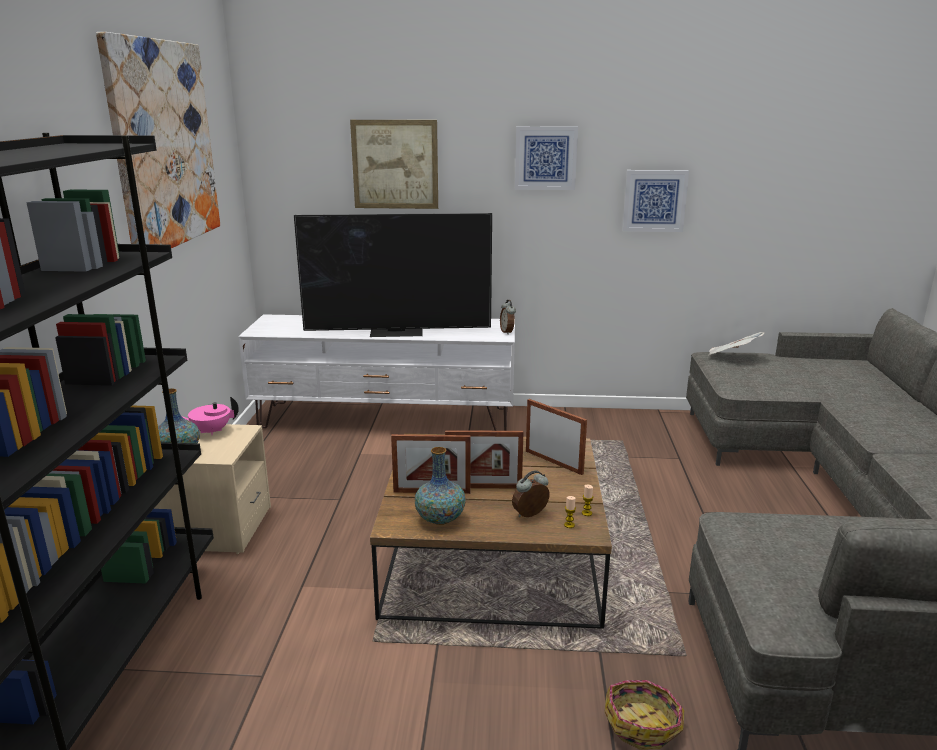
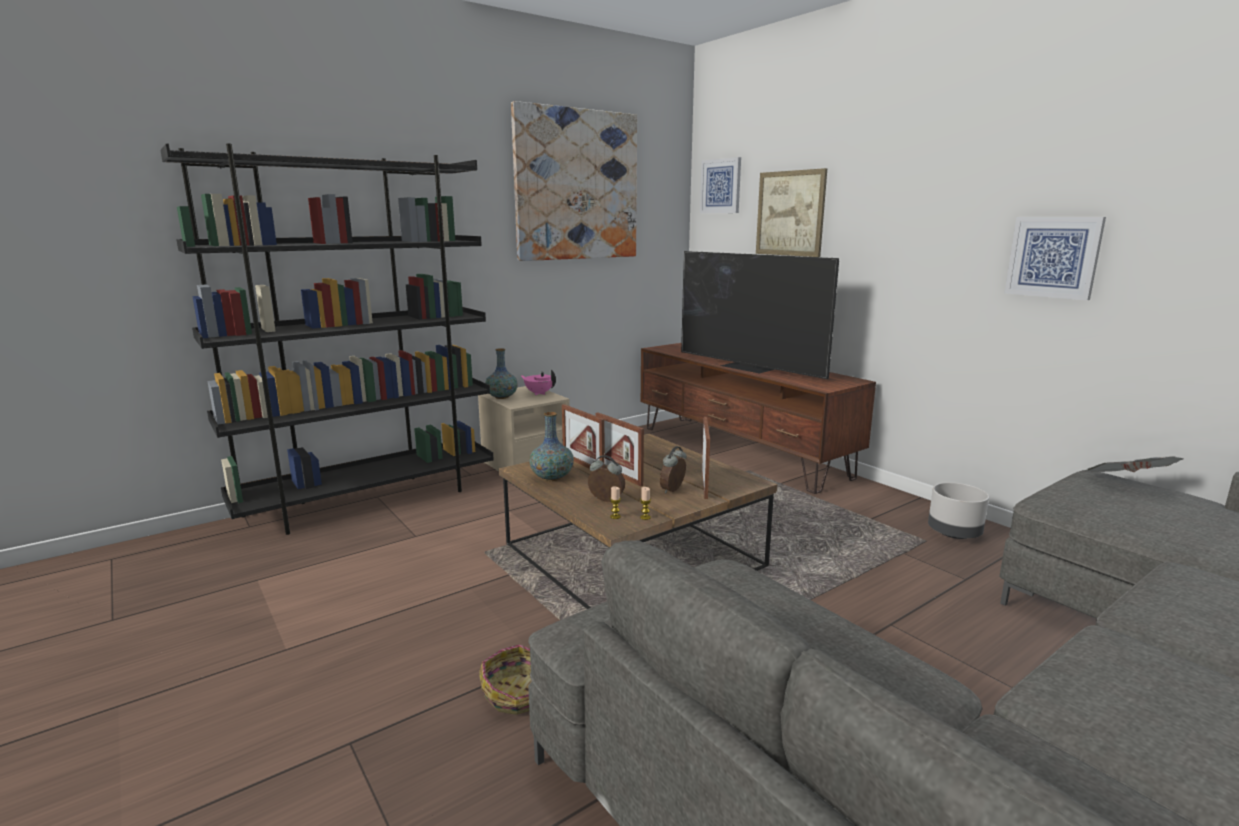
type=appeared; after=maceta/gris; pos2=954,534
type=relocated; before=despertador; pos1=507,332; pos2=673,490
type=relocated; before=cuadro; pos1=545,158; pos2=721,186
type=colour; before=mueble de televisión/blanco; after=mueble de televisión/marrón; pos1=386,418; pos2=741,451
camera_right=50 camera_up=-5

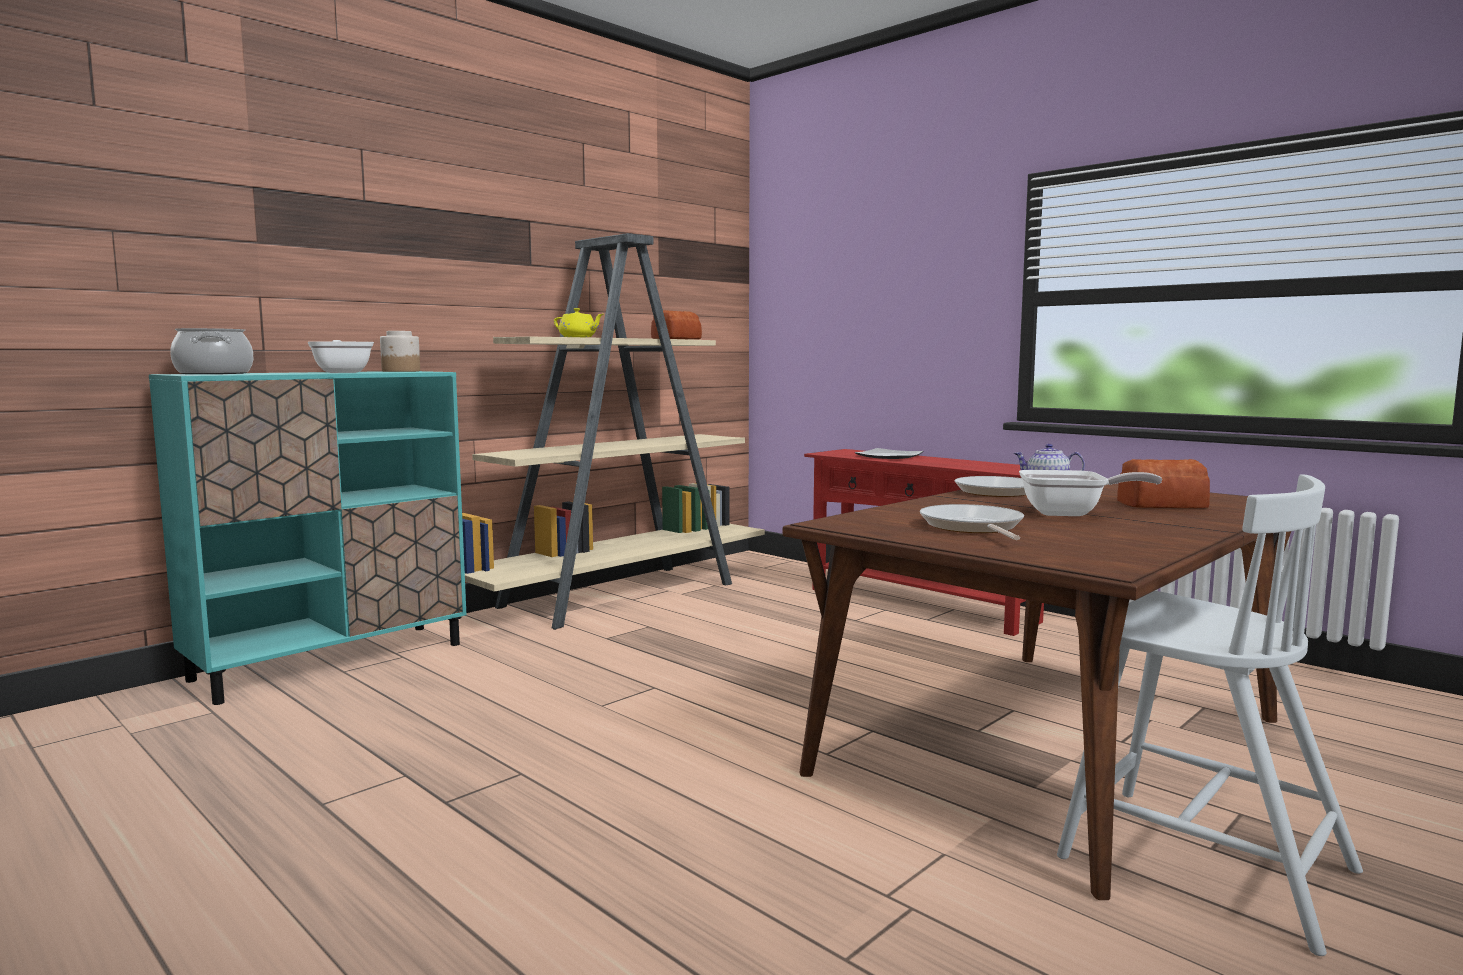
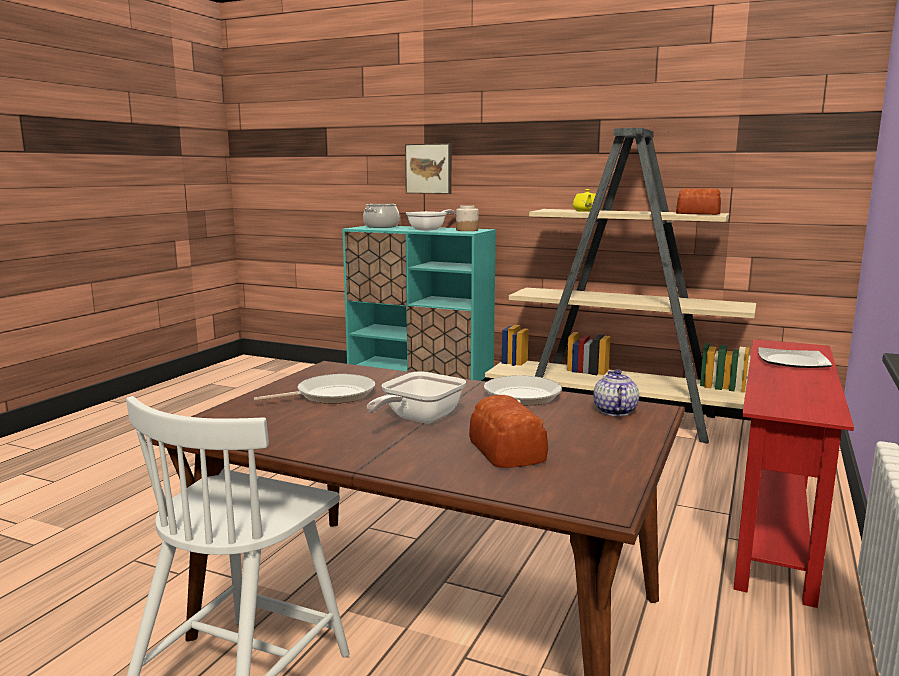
type=appeared; after=cuadro; pos2=429,168
type=spun; before=sartén; pos1=1071,513; pos2=418,419; turn=45
camera_right=70 camera_up=5

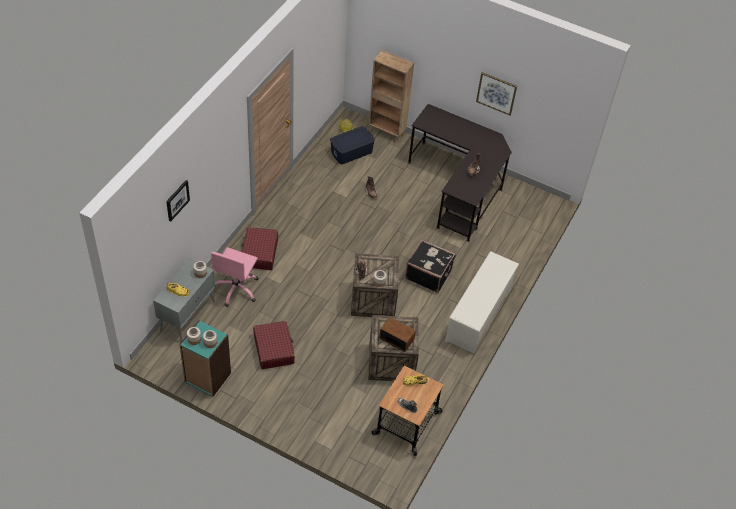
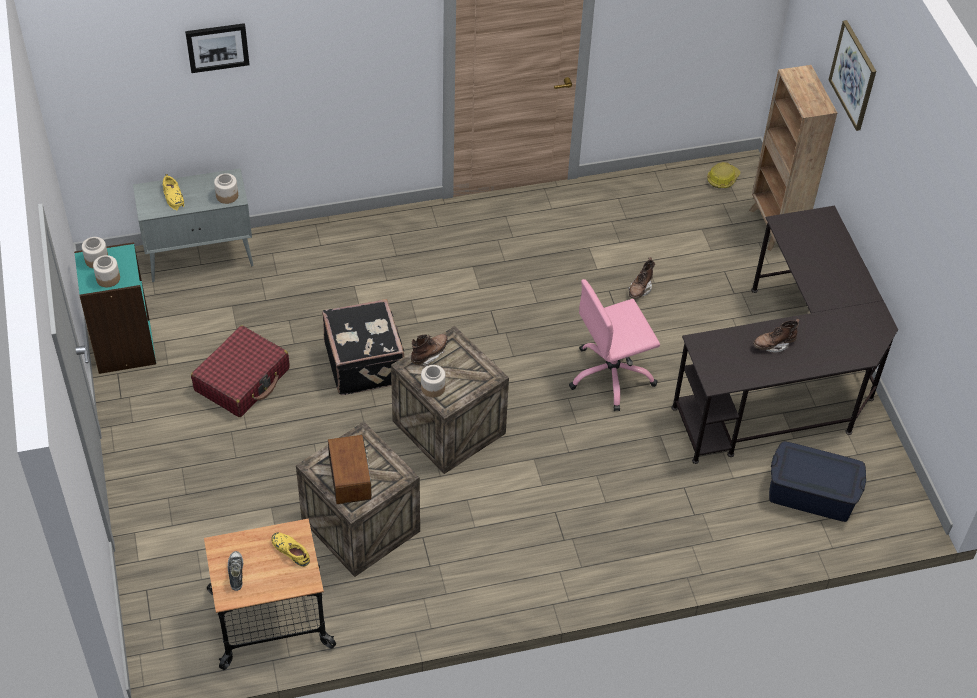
type=missing; before=maleta/rojo; pos1=259,253
type=missing; before=zapatero/blanco; pos1=478,316
type=relocated; before=silla de oficina/rosa; pos1=236,289; pos2=611,376
type=relocated; before=caja de almacenaje/azul; pos1=351,152; pos2=811,494
type=relocated; before=maleta/negro; pos1=428,274; pos2=365,362
type=relocated; before=cuadro; pos1=496,93; pos2=853,75
camera_right=50 camera_up=0

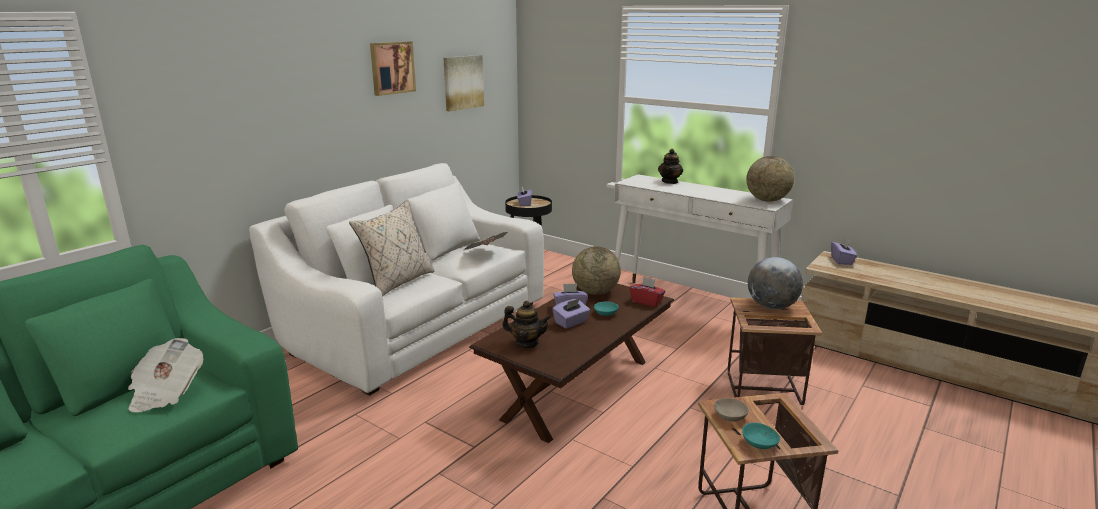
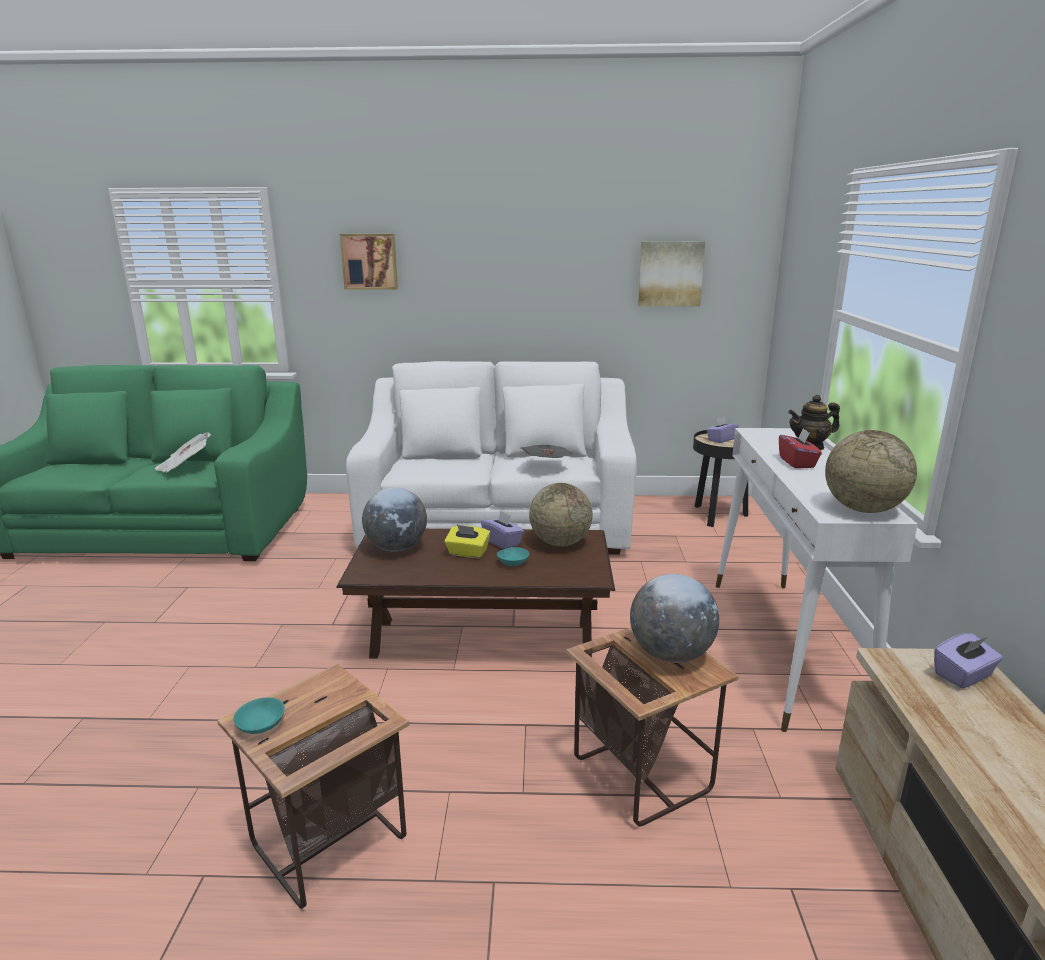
type=missing; before=cojín/beis; pos1=397,282
type=missing; before=cuenco/beis; pos1=731,417
type=relocated; before=cuadro; pos1=391,68; pos2=369,261
type=relocated; before=caja de pañuelos/rojo; pos1=646,301; pos2=797,462
type=exchanged; before=tetera; after=globo terráqueo; pos1=527,343; pos2=397,548
type=colour; before=caja de pañuelos/morado; after=caja de pañuelos/amarillo; pos1=571,322; pos2=467,553
camera_right=55 camera_up=0

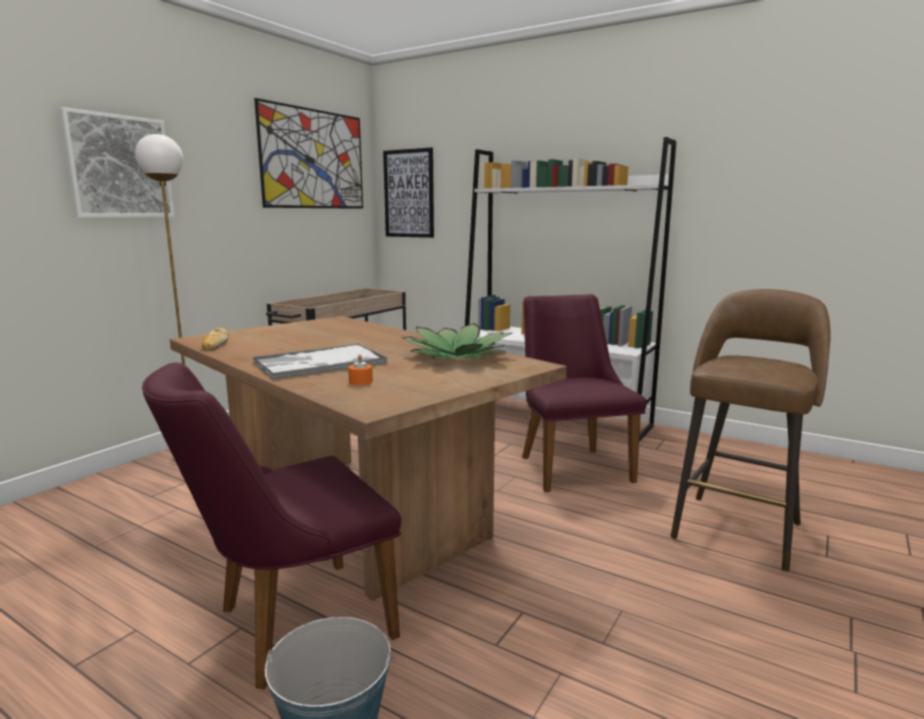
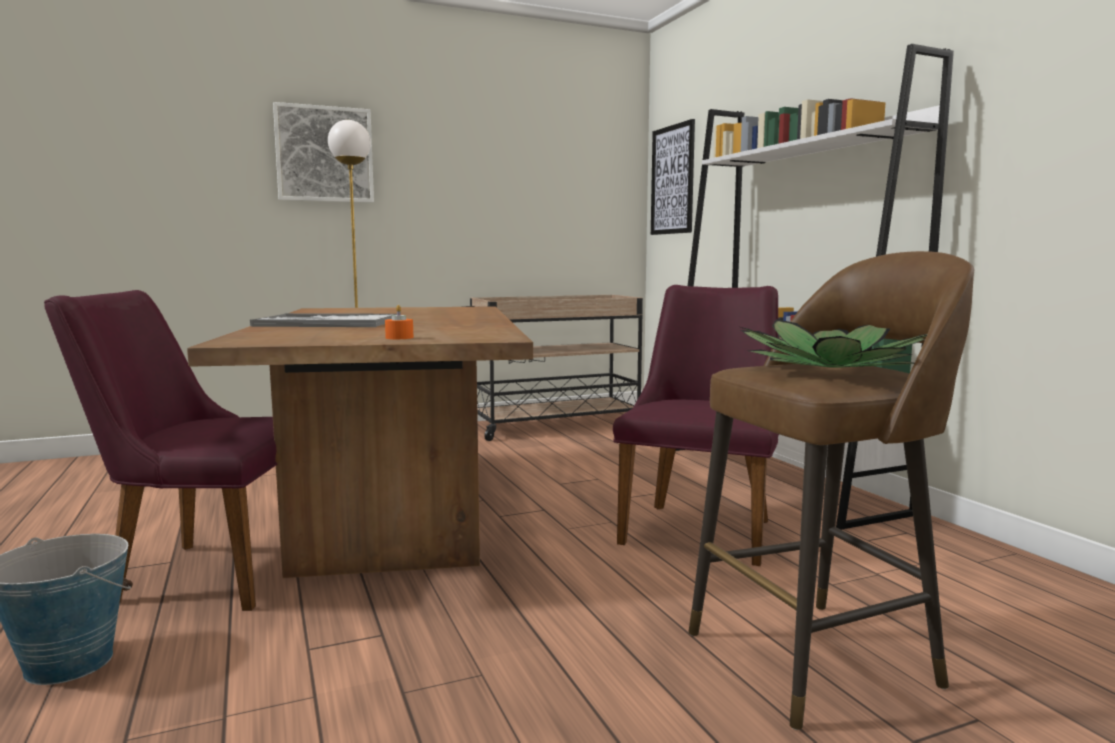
type=missing; before=pan; pos1=216,343
type=missing; before=cuadro; pos1=314,159
type=relocated; before=vela/naranja; pos1=360,381; pos2=399,337
type=relocated; before=planta en maceta; pos1=458,356; pos2=832,367
camera_right=35 camera_up=-5

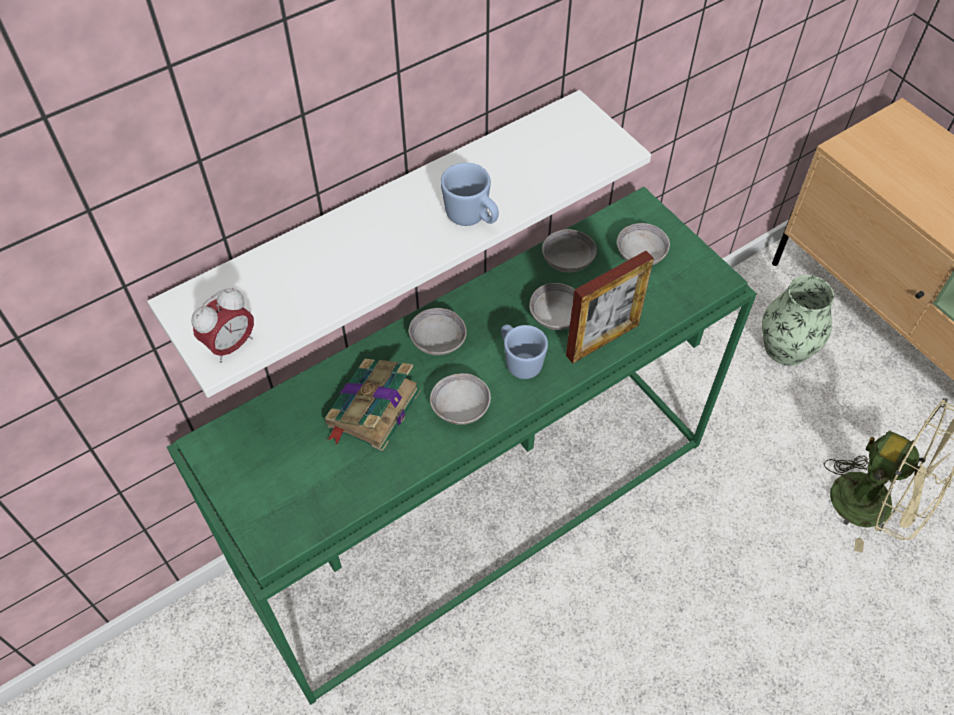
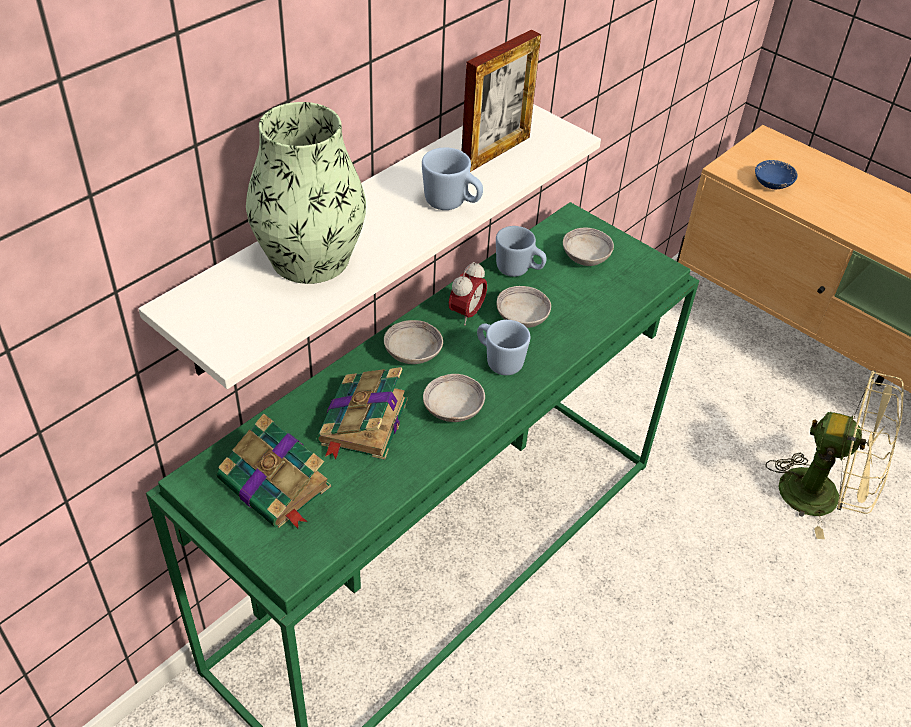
type=appeared; after=libro; pos2=276,485
type=appeared; after=cuenco/azul; pos2=772,184
type=relocated; before=despertador; pos1=231,345; pos2=466,314
type=relocated; before=portarretratos; pos1=602,340; pos2=495,152
type=relocated; before=florero; pos1=786,347; pos2=310,258
type=exchanged; before=cuenco/gris; after=taza grande/azul; pos1=567,261; pos2=518,270
camera_right=-15 camera_up=-10

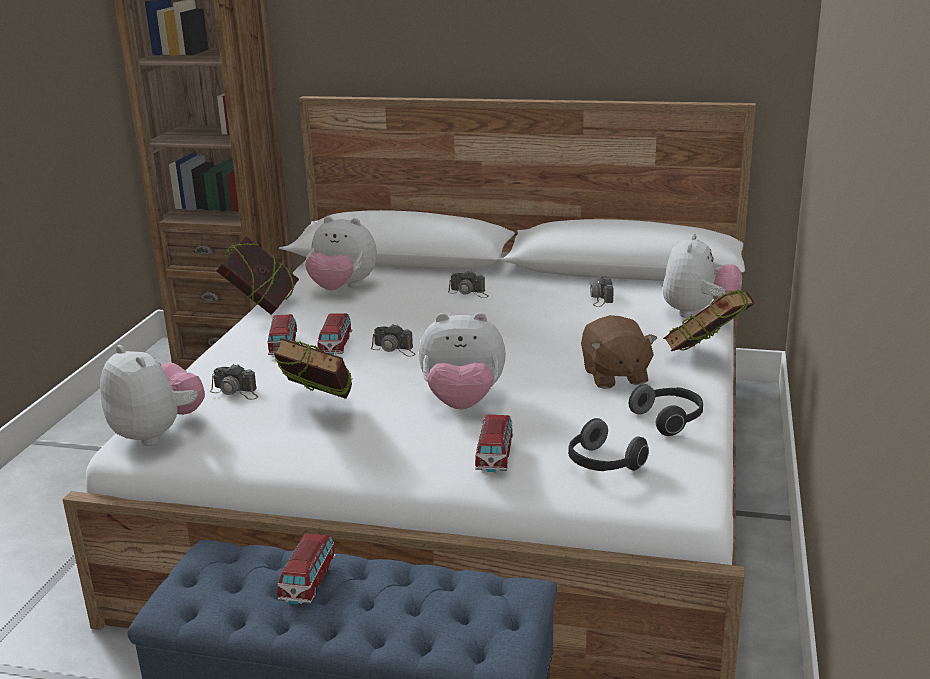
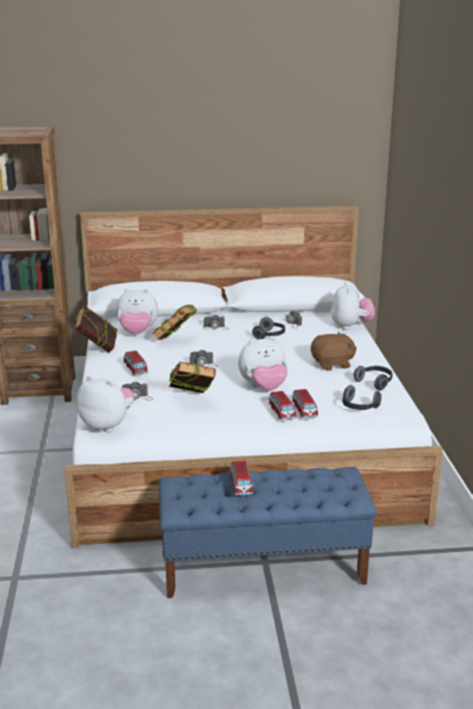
type=appeared; after=auriculares; pos2=270,336
type=relocated; before=coche de juguete; pos1=335,346; pos2=281,413
type=relocated; before=libro; pos1=706,356; pos2=175,341
type=spun; before=peluche/marrón; pos1=614,376; pos2=332,364; turn=-75
camera_right=-20 camera_up=0

